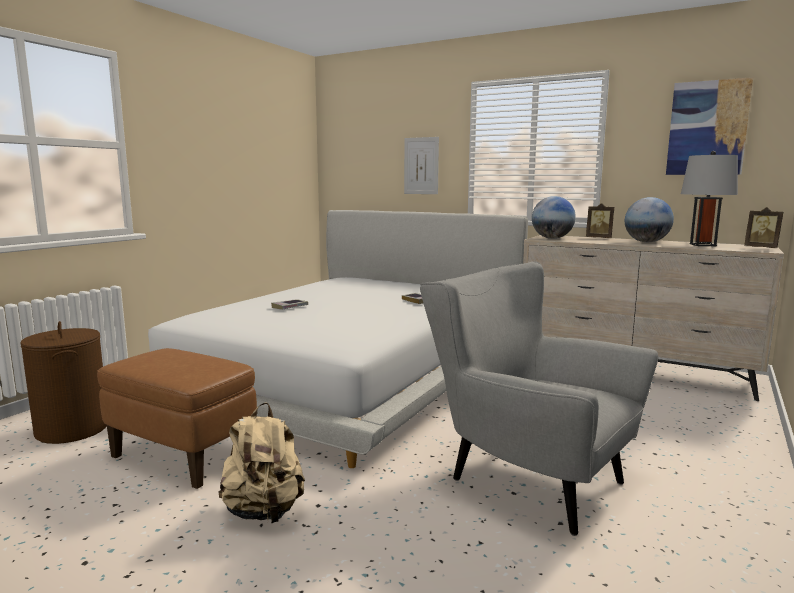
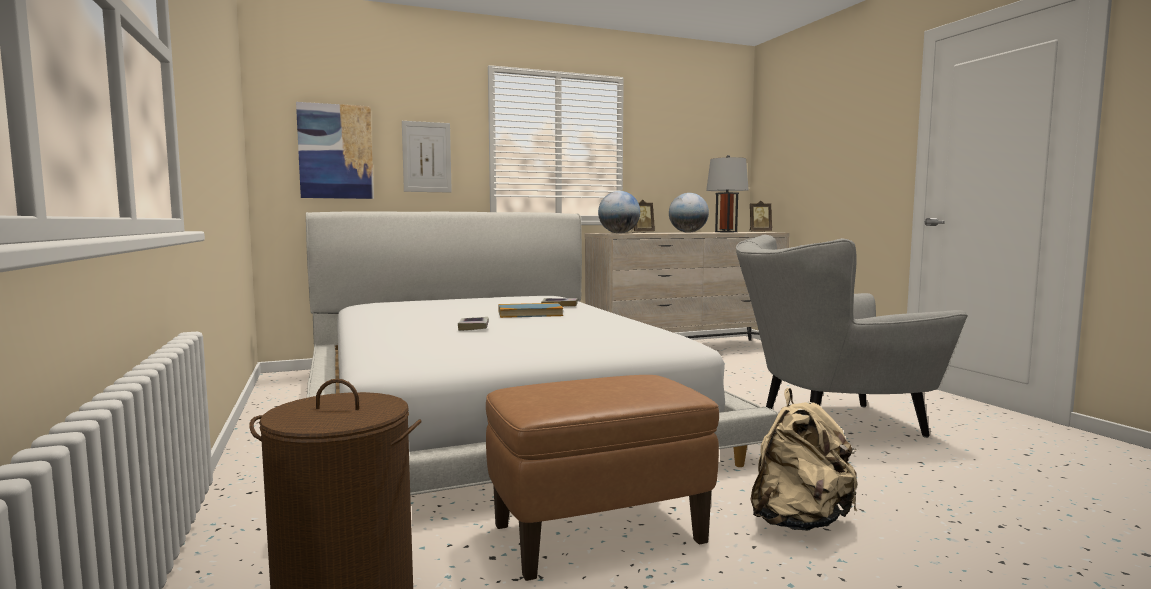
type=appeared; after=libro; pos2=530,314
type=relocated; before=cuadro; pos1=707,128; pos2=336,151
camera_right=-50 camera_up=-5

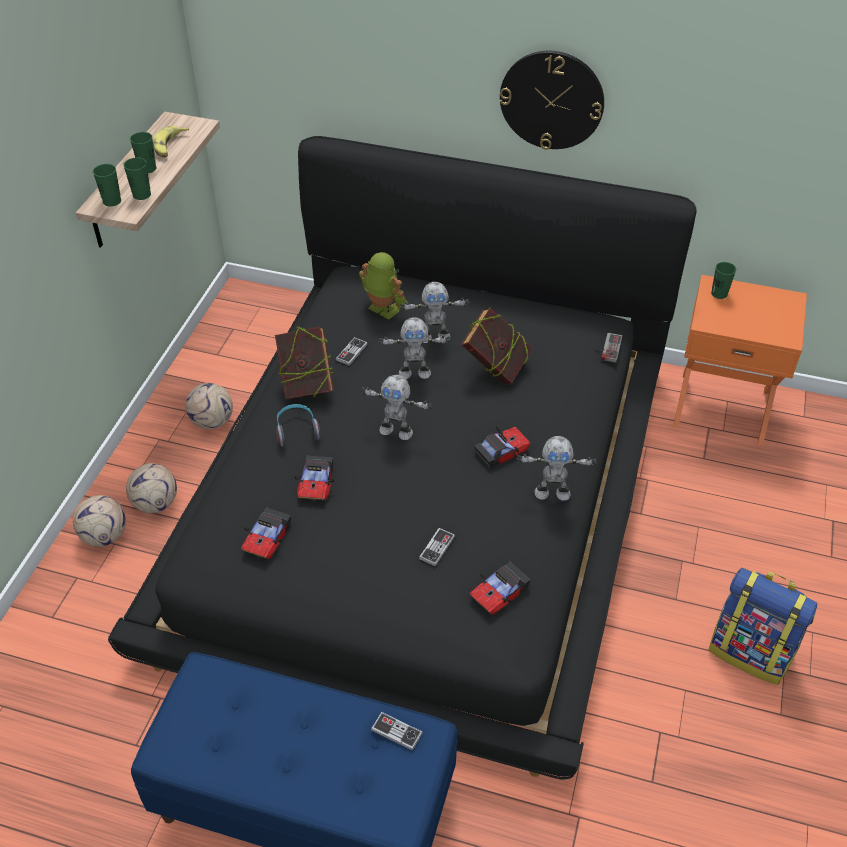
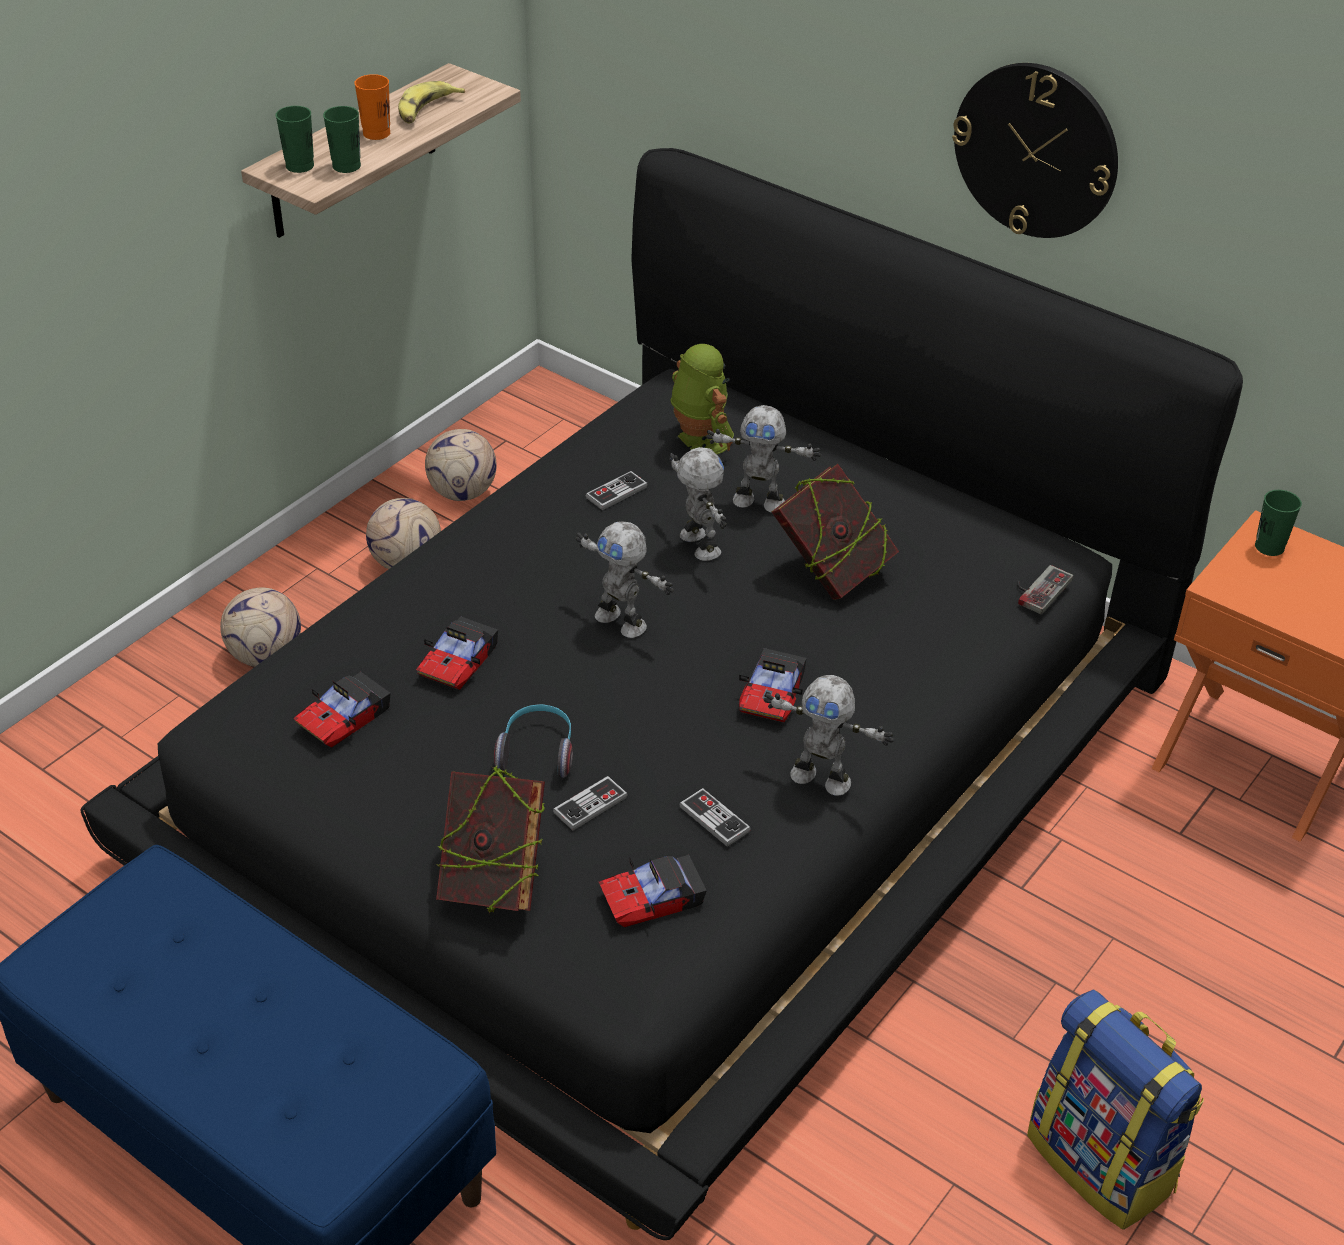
type=relocated; before=balón de fútbol; pos1=104,535; pos2=463,492
type=relocated; before=libro; pos1=306,385; pos2=493,882
type=relocated; before=auriculares; pos1=297,430; pos2=537,751
type=relocated; before=mando de consola; pos1=396,732; pos2=714,819
type=colour; before=taza/verde; after=taza/naranja; pos1=147,168; pos2=376,133
type=spun; before=robot de juguete; pos1=414,372; pos2=697,545; turn=-135
type=spun; before=coche de juguete; pos1=501,450; pos2=772,694; turn=120
camera_right=20 camera_up=-5

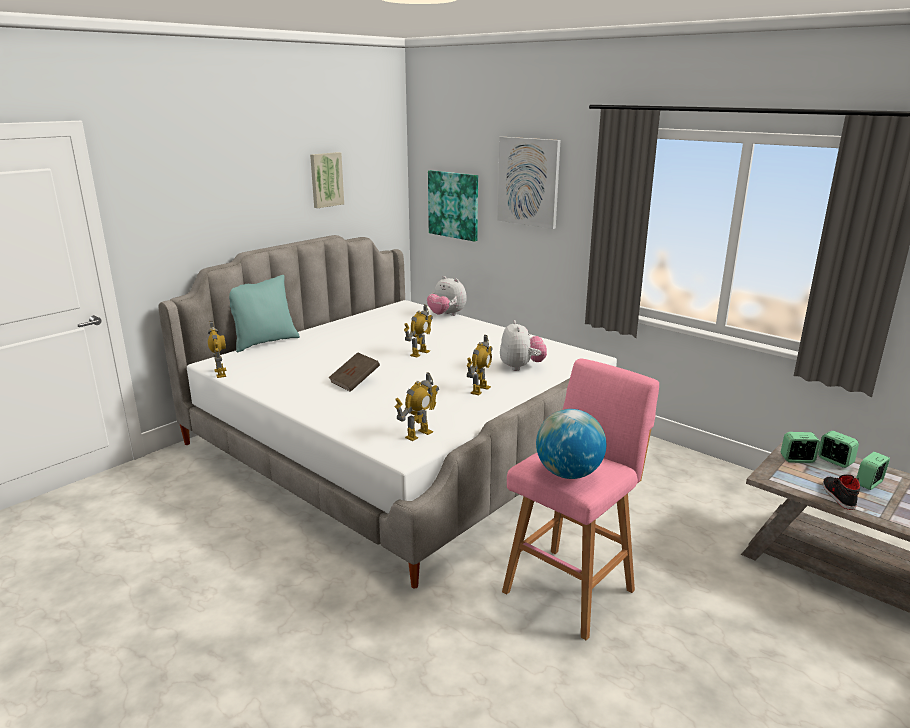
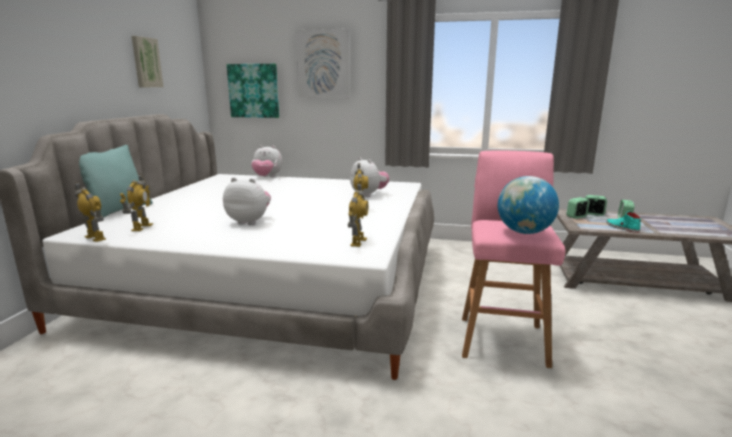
type=relocated; before=robot de juguete; pos1=419,353; pos2=141,227
type=exchanged; before=libro/marrón; after=peluche; pos1=355,382; pos2=250,222
type=colour; before=zapato/negro; after=zapato/turquesa; pos1=838,495; pos2=622,228
camera_right=-30 camera_up=-5

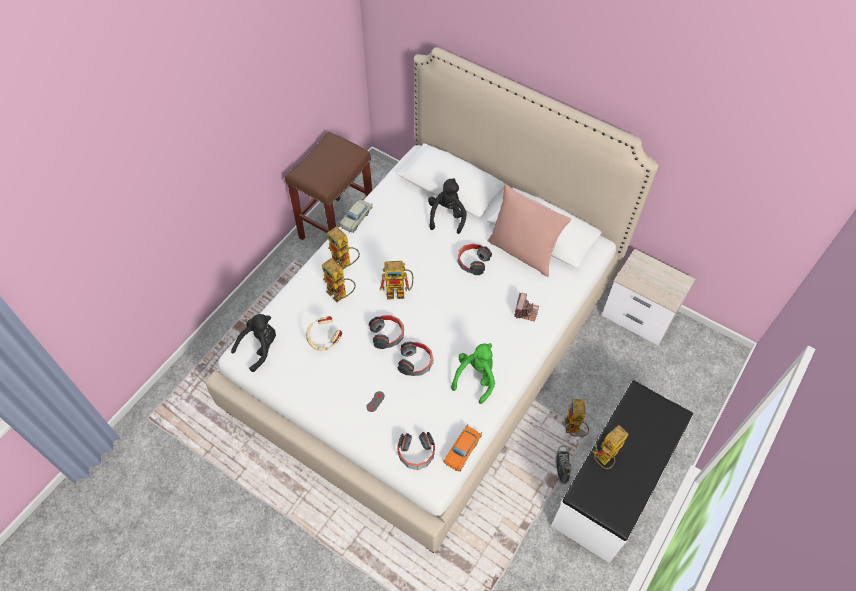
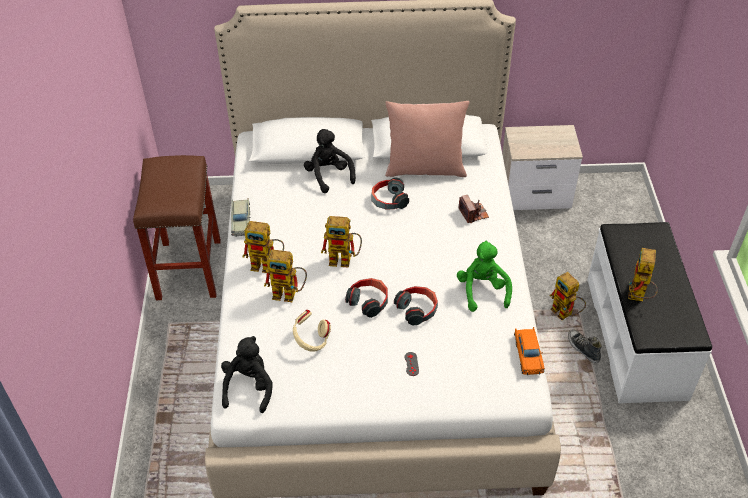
type=missing; before=auriculares; pos1=416,453
type=spun; before=robot de juguete; pos1=399,291; pos2=345,259; turn=45
camera_right=-35 camera_up=-10

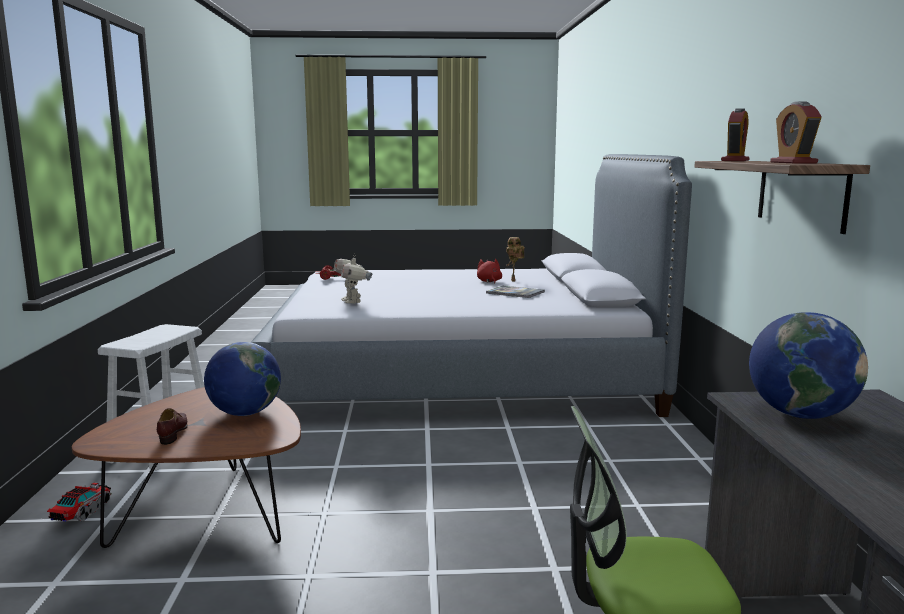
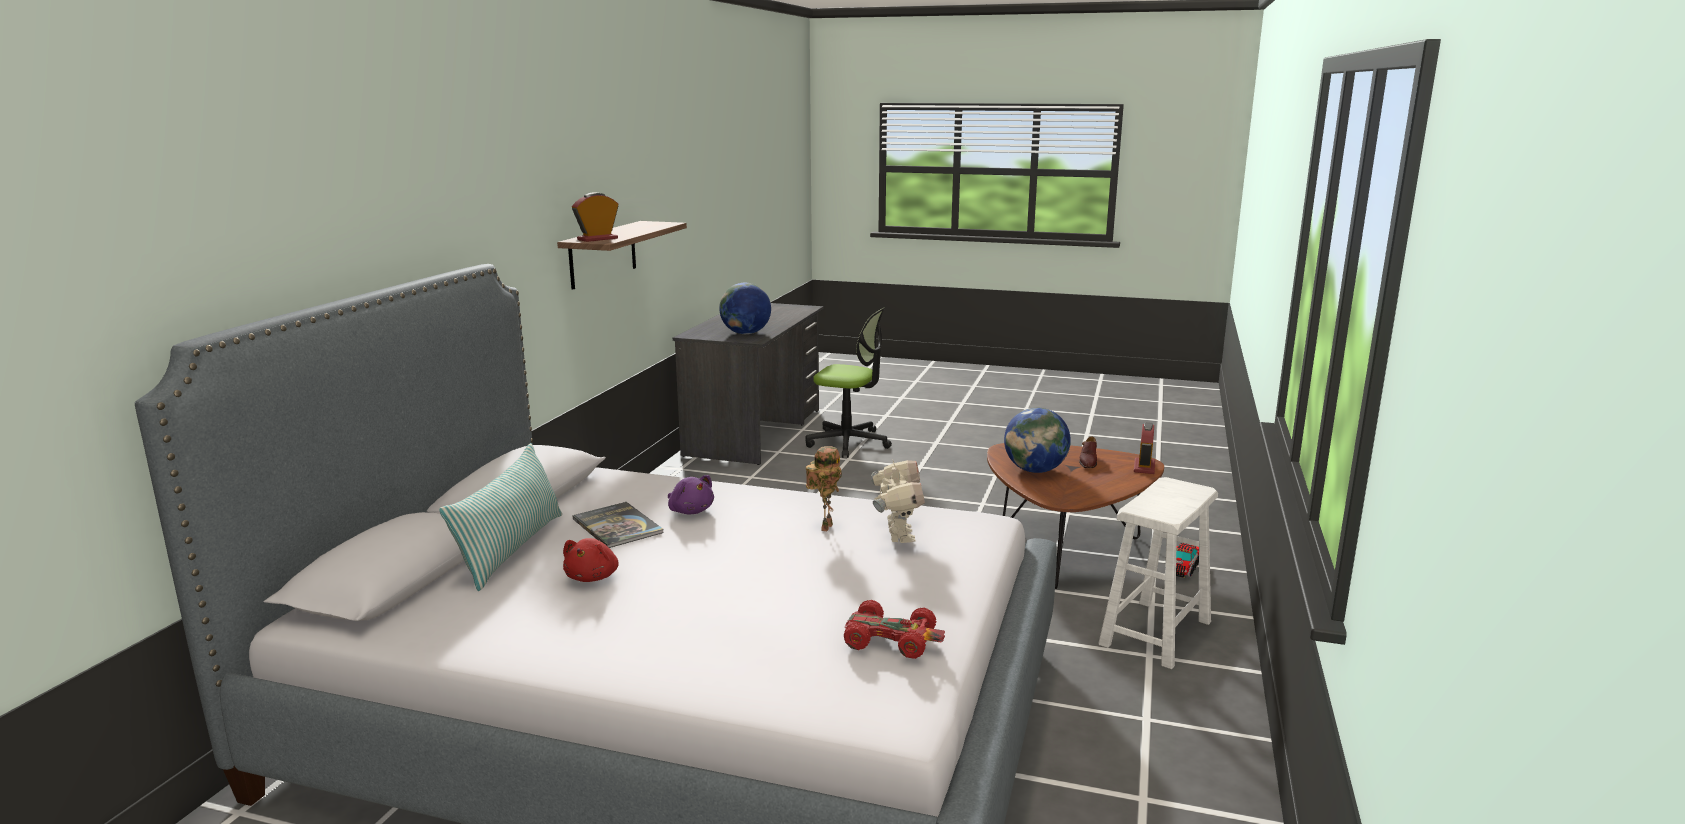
type=appeared; after=cojín; pos2=511,549
type=appeared; after=peluche/morado; pos2=690,511
type=relocated; before=robot de juguete; pos1=514,280; pos2=825,526
type=relocated; before=despertador; pos1=793,163; pos2=1144,467
camera_right=-160 camera_up=5

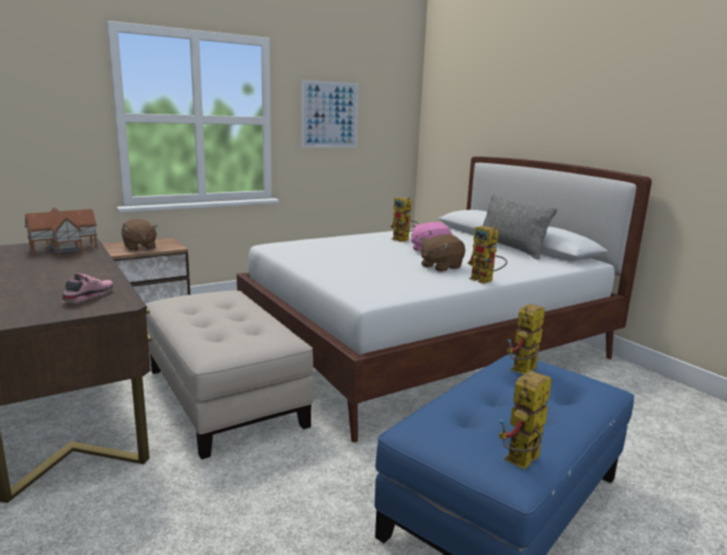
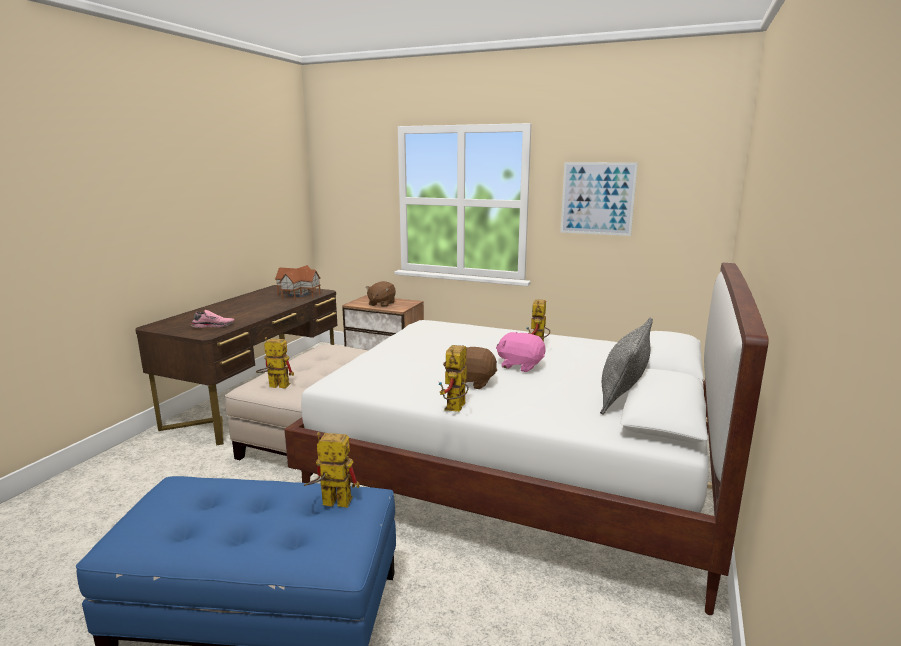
type=relocated; before=robot de juguete; pos1=521,463; pos2=274,386
camera_right=55 camera_up=0

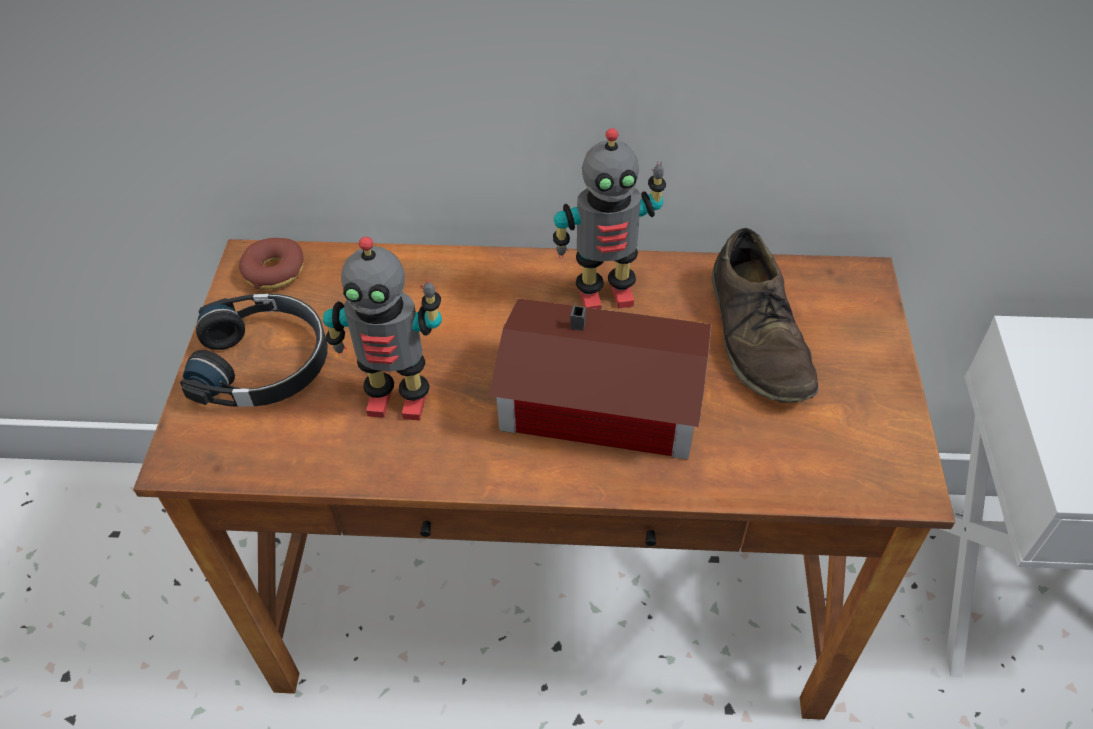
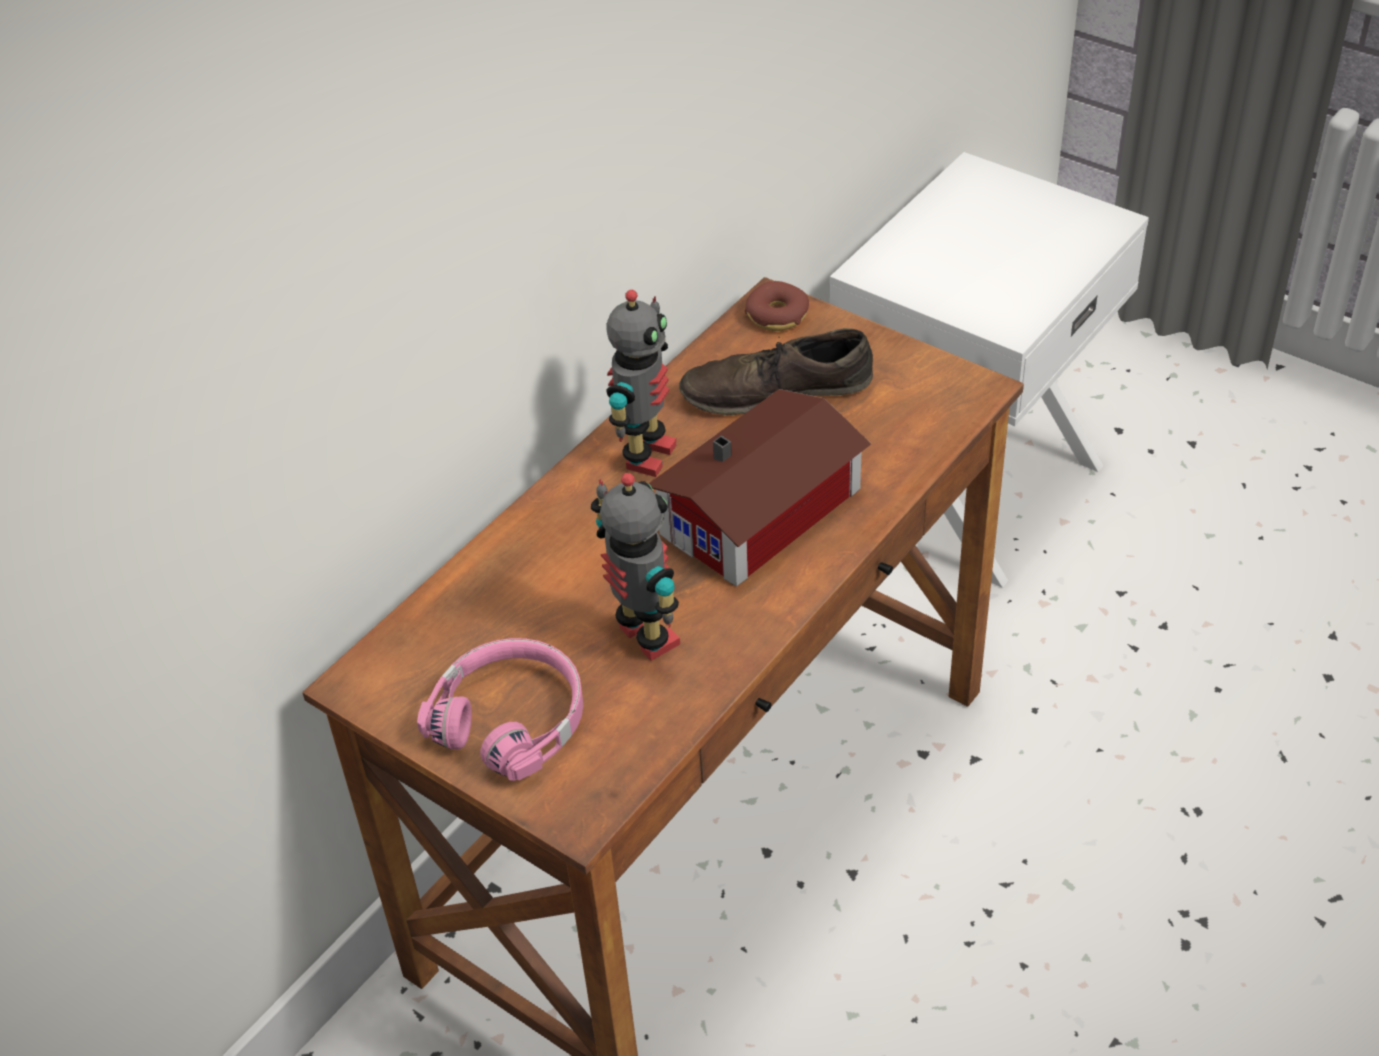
type=relocated; before=rosquilla; pos1=274,272; pos2=777,315
type=colour; before=auriculares/negro; after=auriculares/rosa; pos1=264,363; pos2=512,718
type=spun; before=robot de juguete; pos1=398,400; pos2=644,638; turn=-75
type=spun; before=zapato/marrón; pos1=758,336; pos2=776,390; turn=150
camera_right=-55 camera_up=-5

